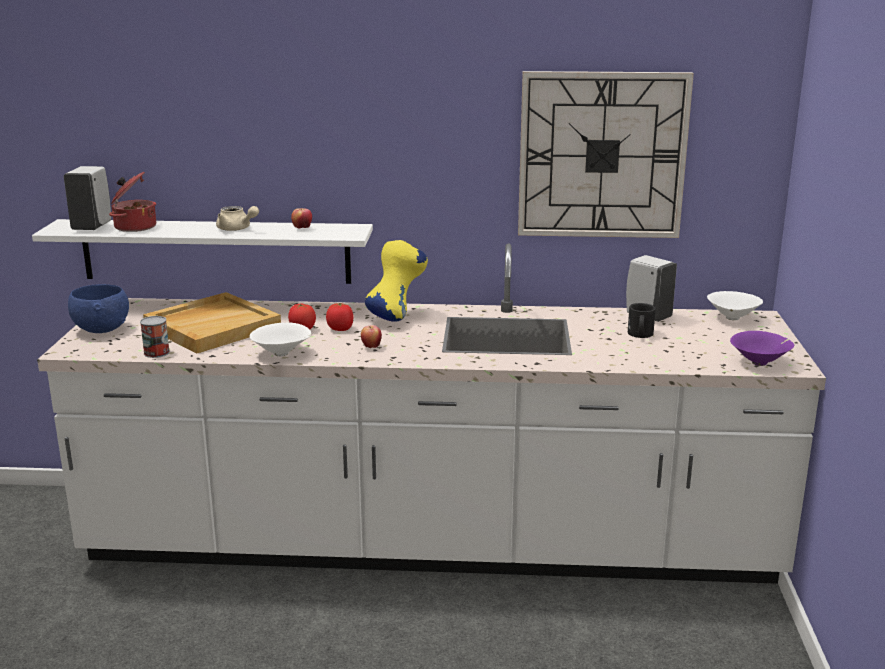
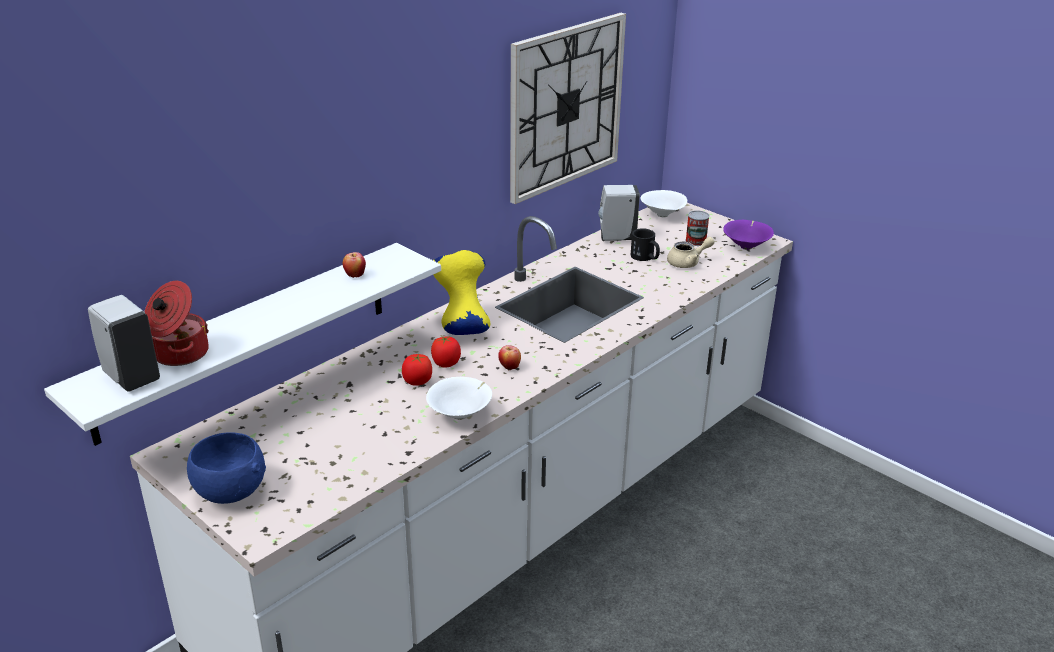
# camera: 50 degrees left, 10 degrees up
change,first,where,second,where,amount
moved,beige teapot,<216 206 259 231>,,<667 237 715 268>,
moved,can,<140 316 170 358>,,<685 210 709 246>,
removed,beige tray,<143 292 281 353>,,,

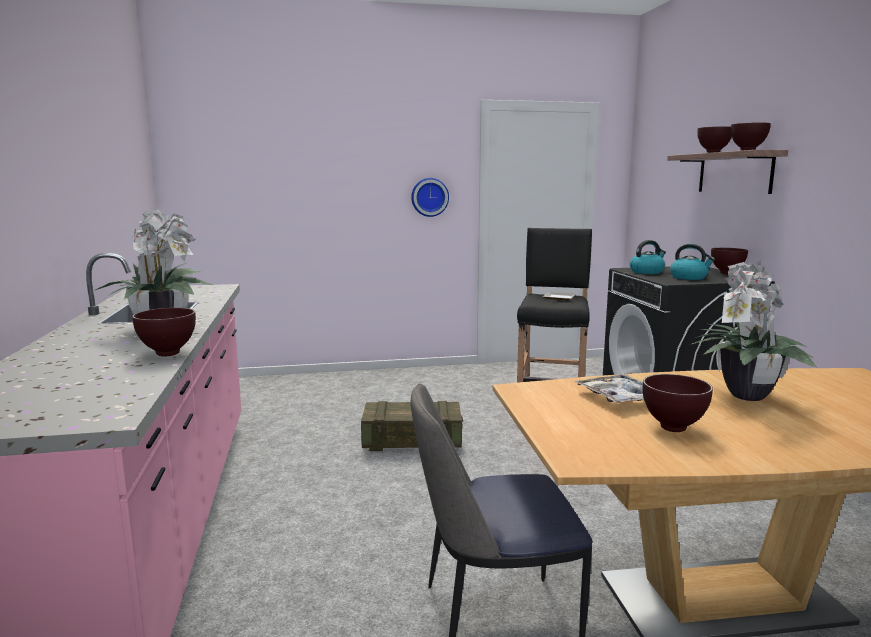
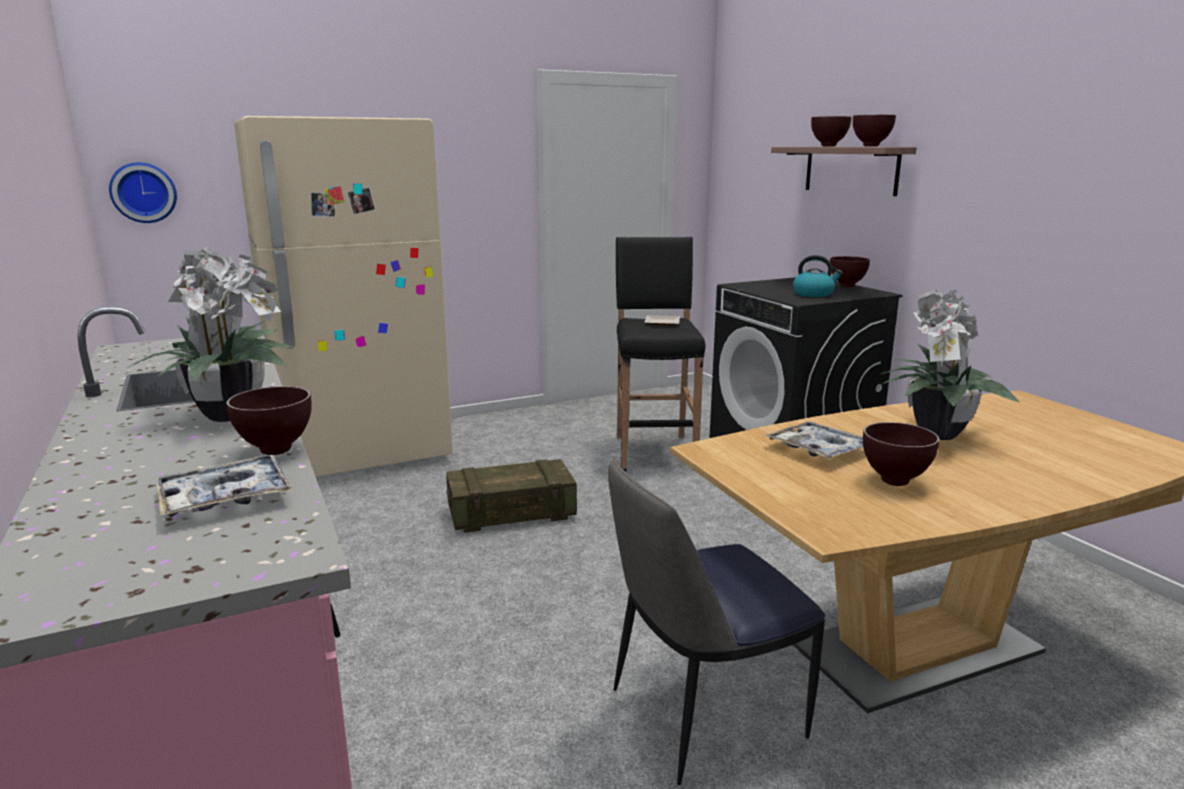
# camera: 15 degrees left, 5 degrees up
change,first,where,second,where,amount
moved,wall clock,<411 178 449 217>,,<109 162 177 223>,
added,,,tray,<156 455 291 517>,
added,,,beige fridge,<234 116 453 477>,
removed,kettle,<630 240 666 274>,,,

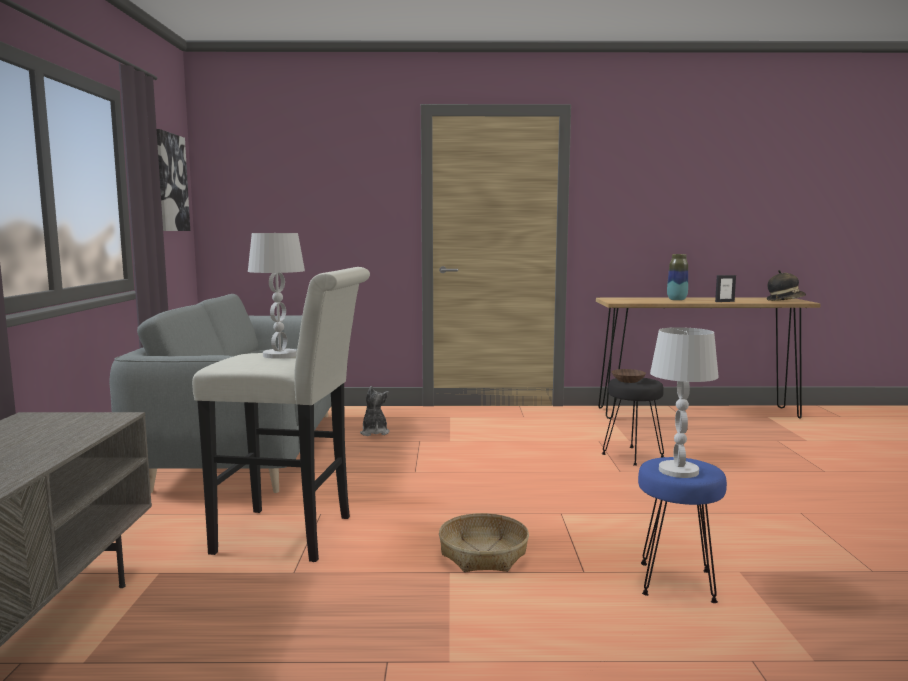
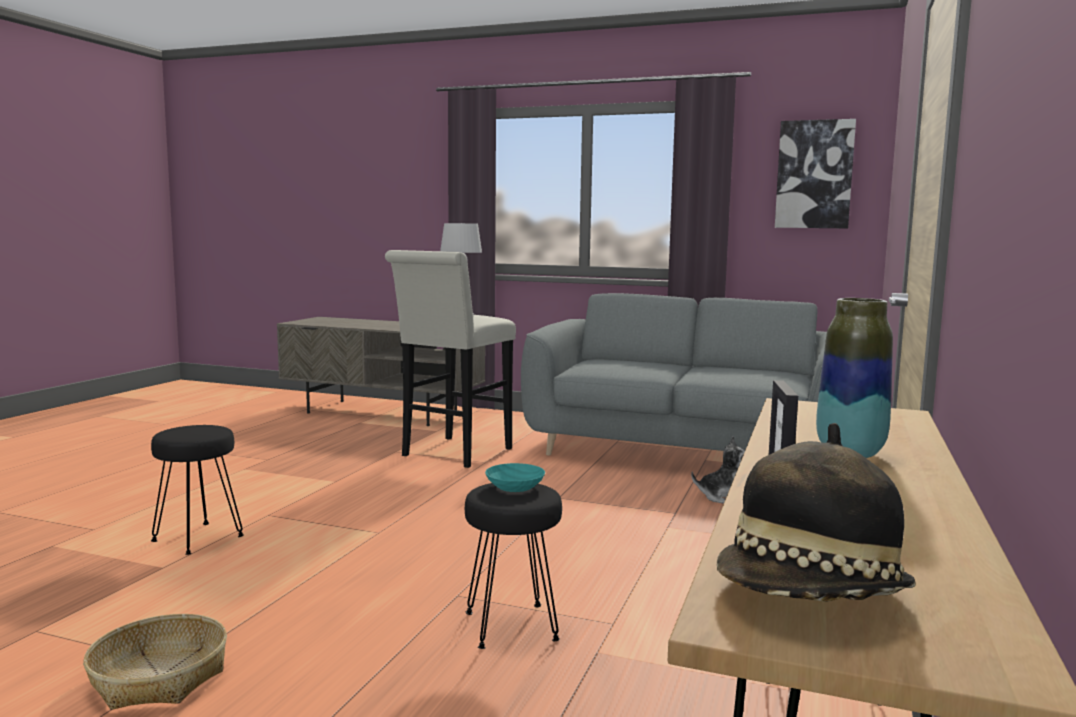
# camera: 110 degrees right, 0 degrees up
change,first,where,second,where,amount
moved,basket,<439 513 529 572>,,<83 614 227 710>,
recoloured,blue stool,<638 457 727 603>,black stool,<151 425 244 555>,
recoloured,brown bowl,<612 369 646 383>,turquoise bowl,<485 463 545 492>,
removed,white table lamp,<650 327 719 478>,,,

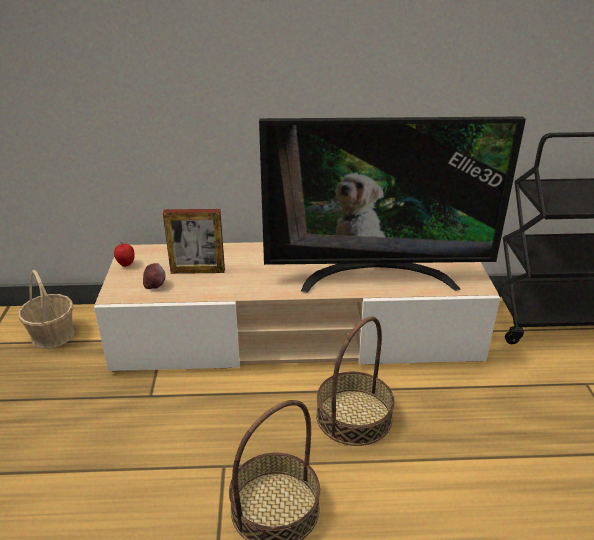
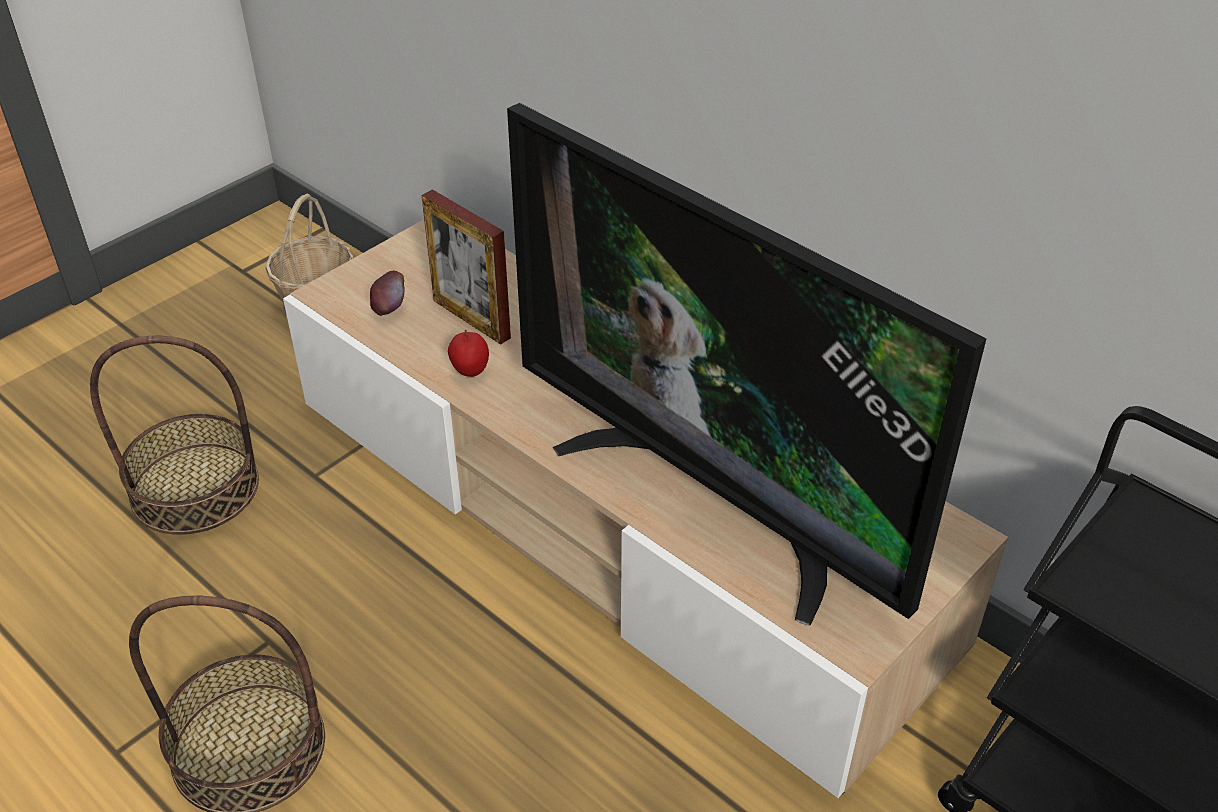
# camera: 45 degrees right, 10 degrees up
change,first,where,second,where,amount
moved,basket,<316 316 394 446>,,<90 336 259 535>,
moved,apple,<114 242 134 267>,,<448 330 489 377>,

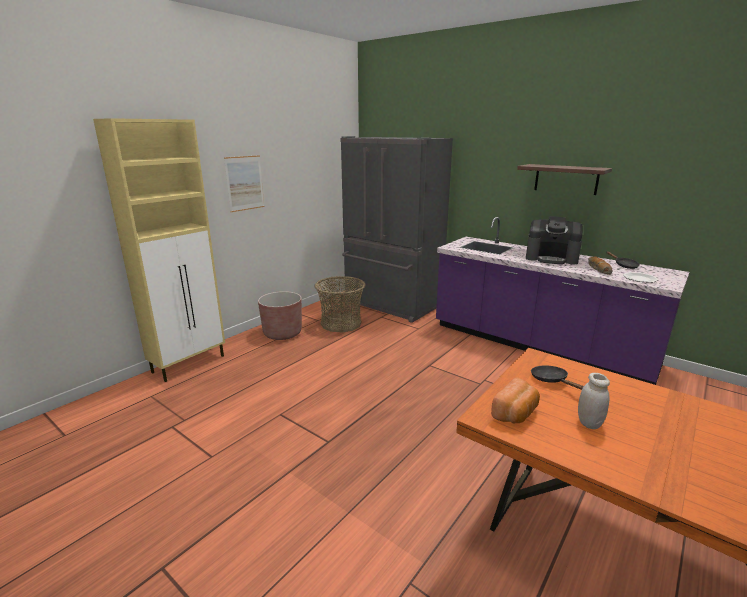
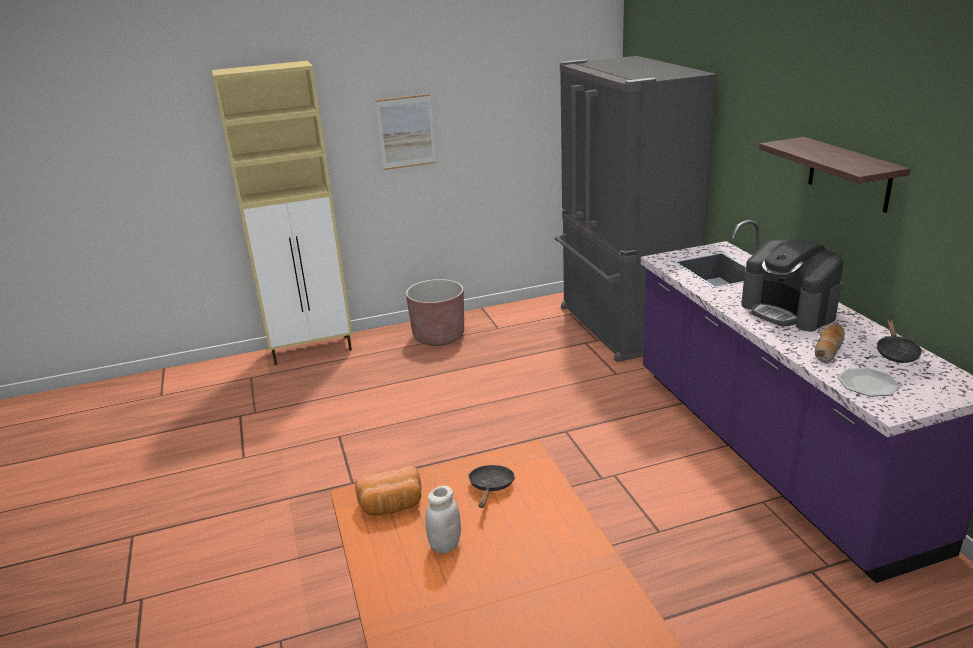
# camera: 35 degrees right, 5 degrees up
change,first,where,second,where,amount
removed,basket,<314 276 366 332>,,,

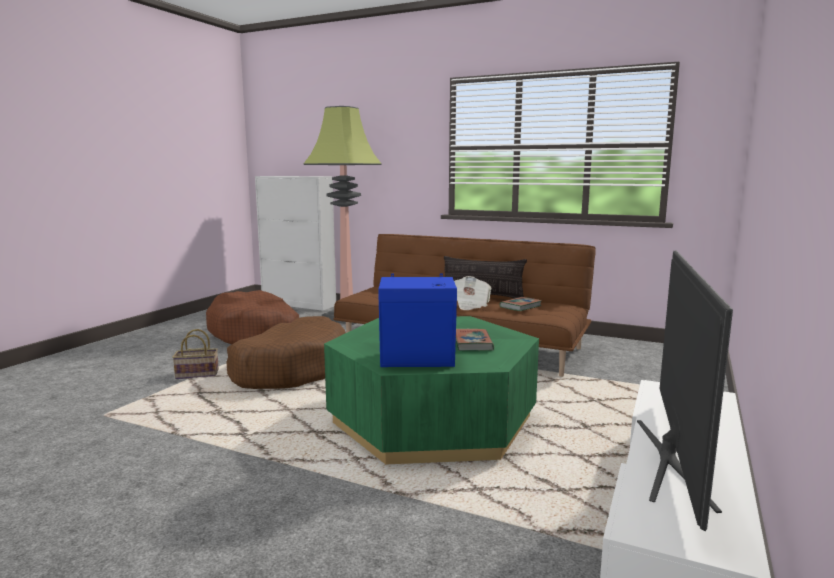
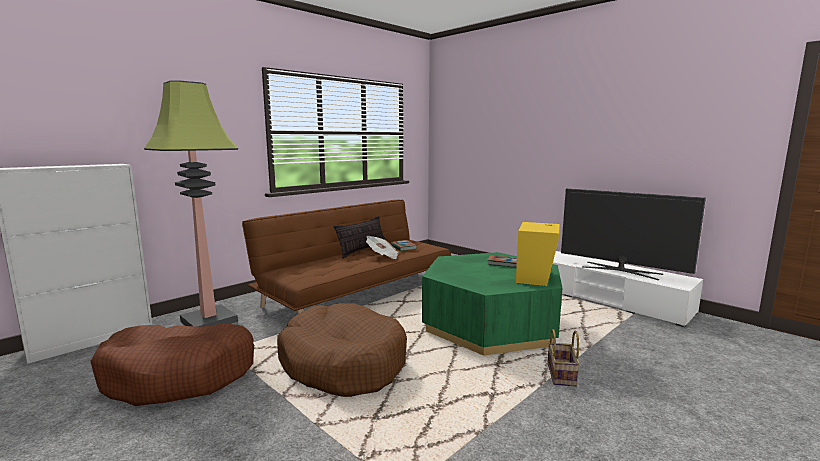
# camera: 70 degrees left, 0 degrees up
change,first,where,second,where,amount
recoloured,blue speaker,<378 273 457 367>,yellow speaker,<516 222 560 286>,
moved,basket,<172 329 219 379>,,<547 329 580 387>,

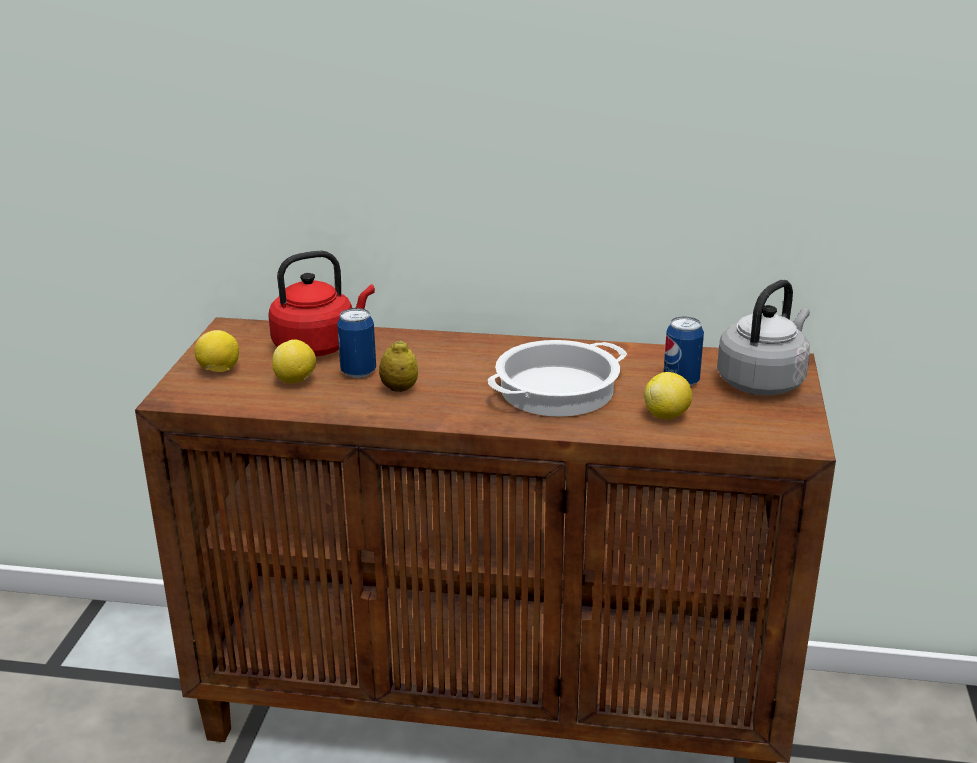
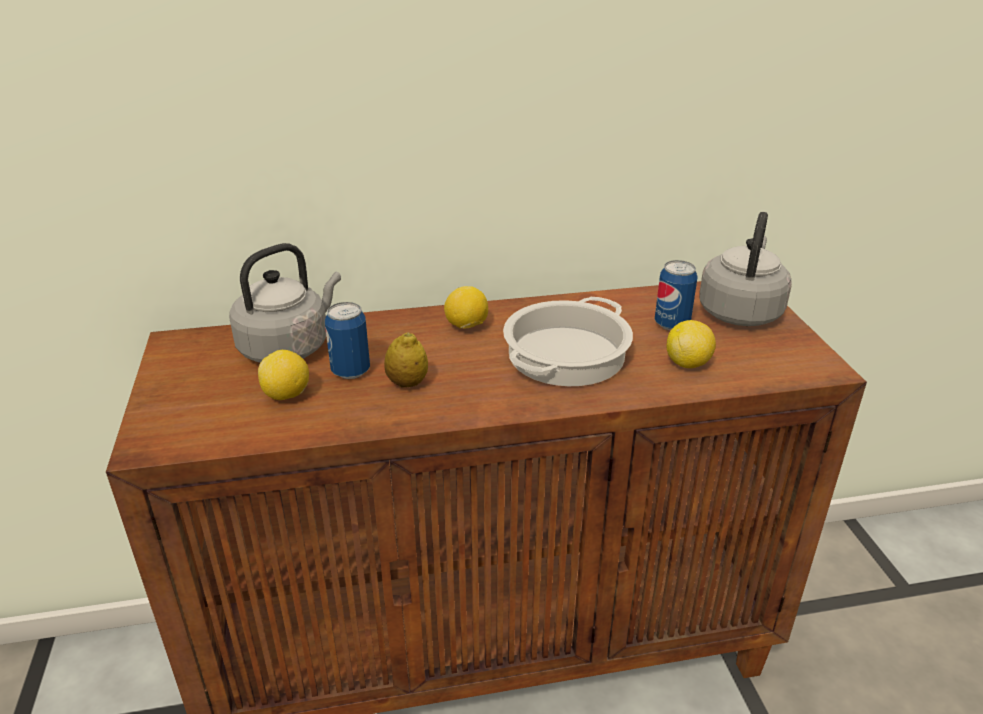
# camera: 20 degrees left, 5 degrees up
change,first,where,second,where,amount
recoloured,red kettle,<268 251 375 357>,grey kettle,<229 243 341 363>,
moved,lemon,<194 330 239 372>,,<444 286 488 329>,

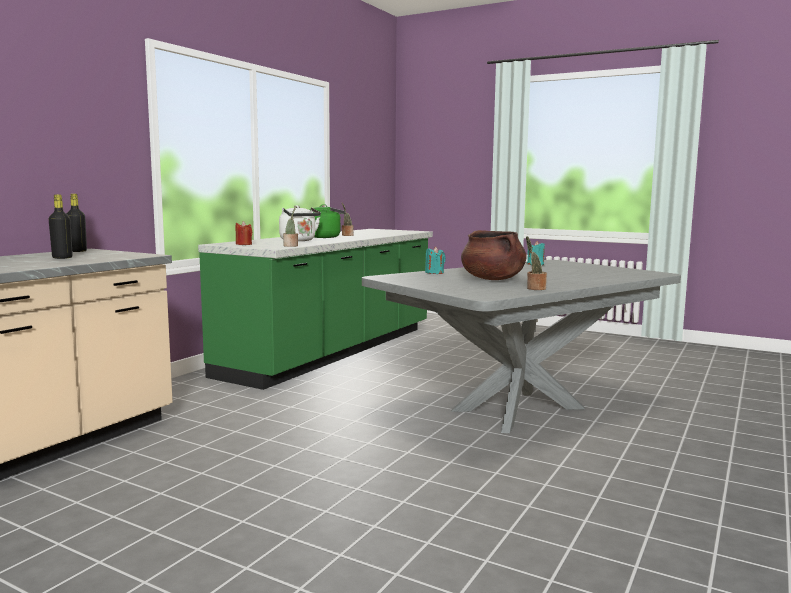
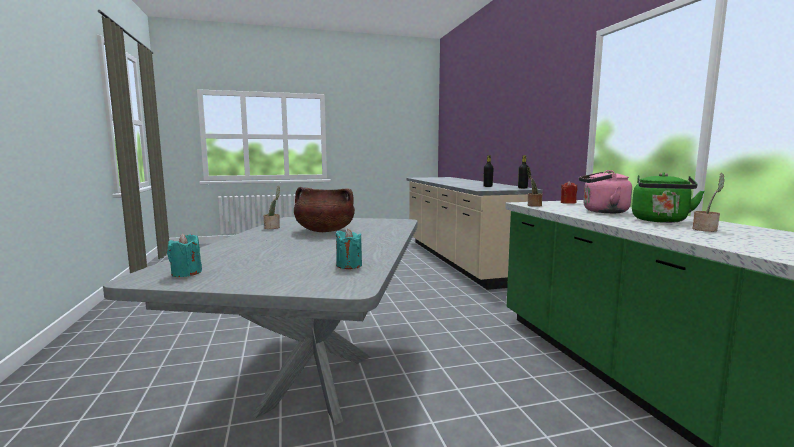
# camera: 135 degrees right, 0 degrees up
change,first,where,second,where,amount
moved,turquoise candle,<425 246 446 274>,,<167 233 202 277>,
recoloured,white kettle,<279 205 321 241>,pink kettle,<579 170 632 213>,

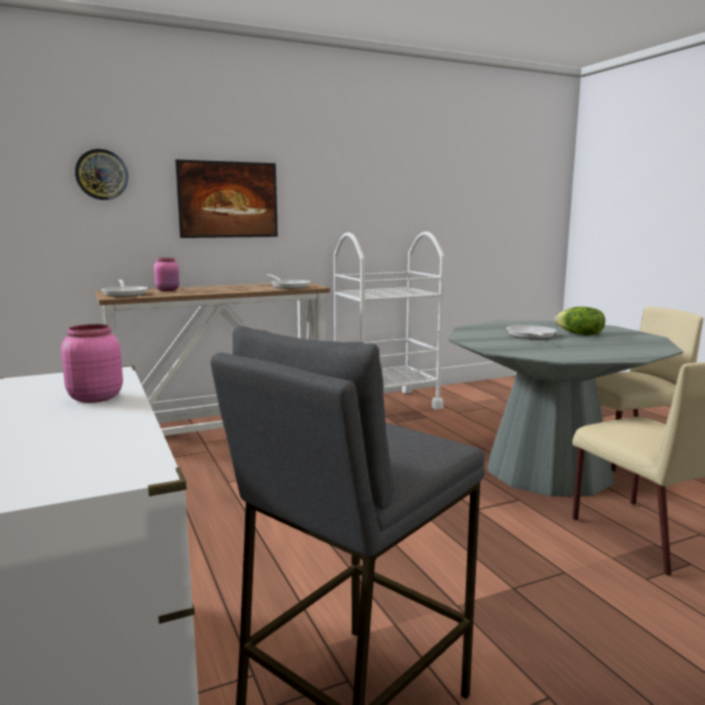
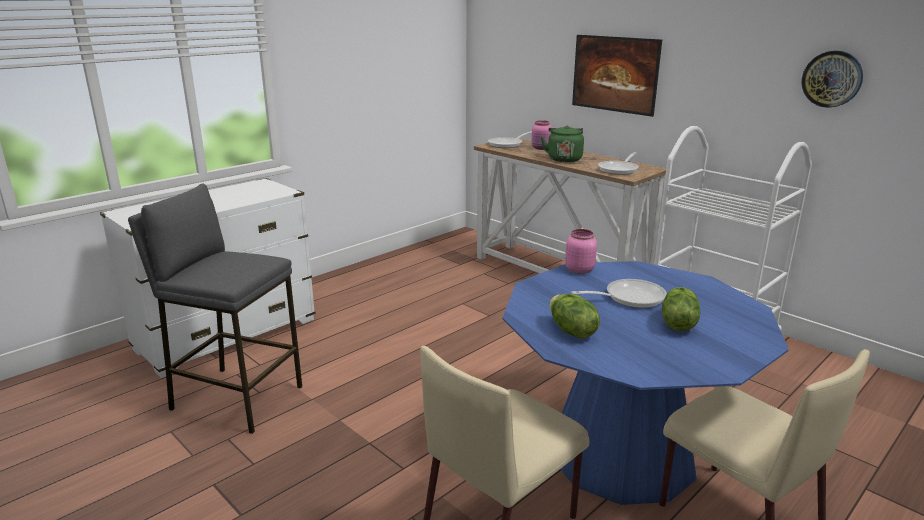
# camera: 70 degrees right, 10 degrees up
change,first,where,second,where,amount
recoloured,grey dining table,<448 320 684 496>,blue dining table,<502 261 789 505>,
added,,,green kettle,<541 125 584 162>,
added,,,lettuce,<549 294 600 339>,
moved,pink jar,<61 324 123 403>,,<565 229 597 274>,
moved,wall clock,<75 149 128 200>,,<802 50 863 108>,

